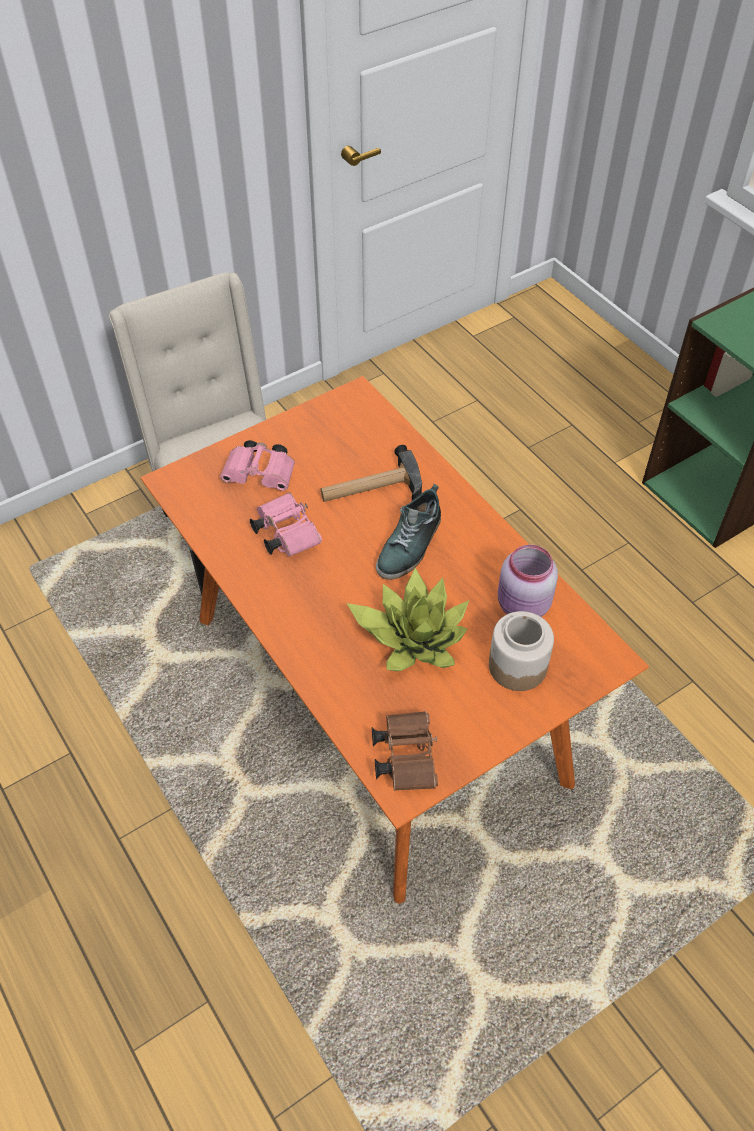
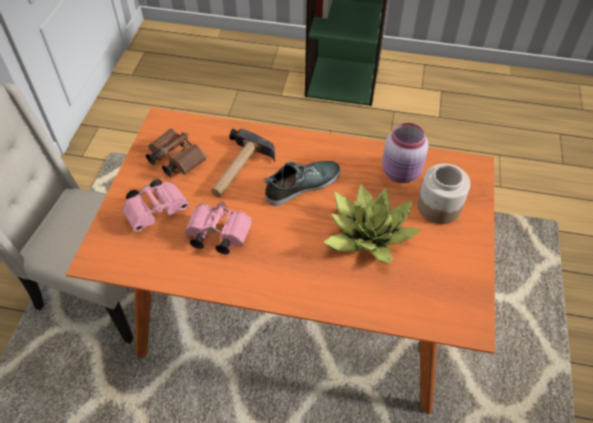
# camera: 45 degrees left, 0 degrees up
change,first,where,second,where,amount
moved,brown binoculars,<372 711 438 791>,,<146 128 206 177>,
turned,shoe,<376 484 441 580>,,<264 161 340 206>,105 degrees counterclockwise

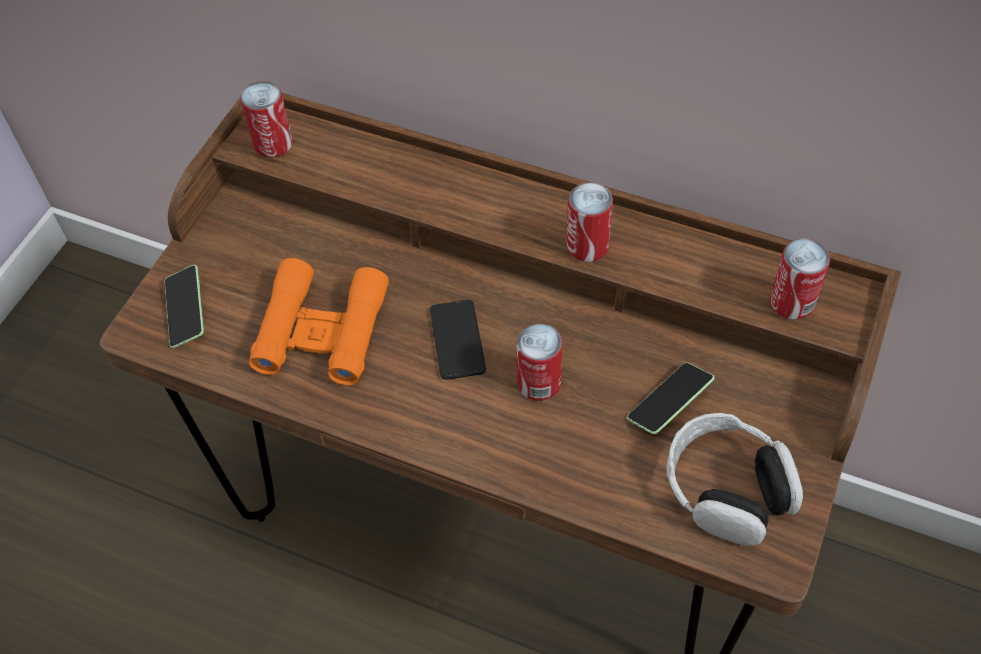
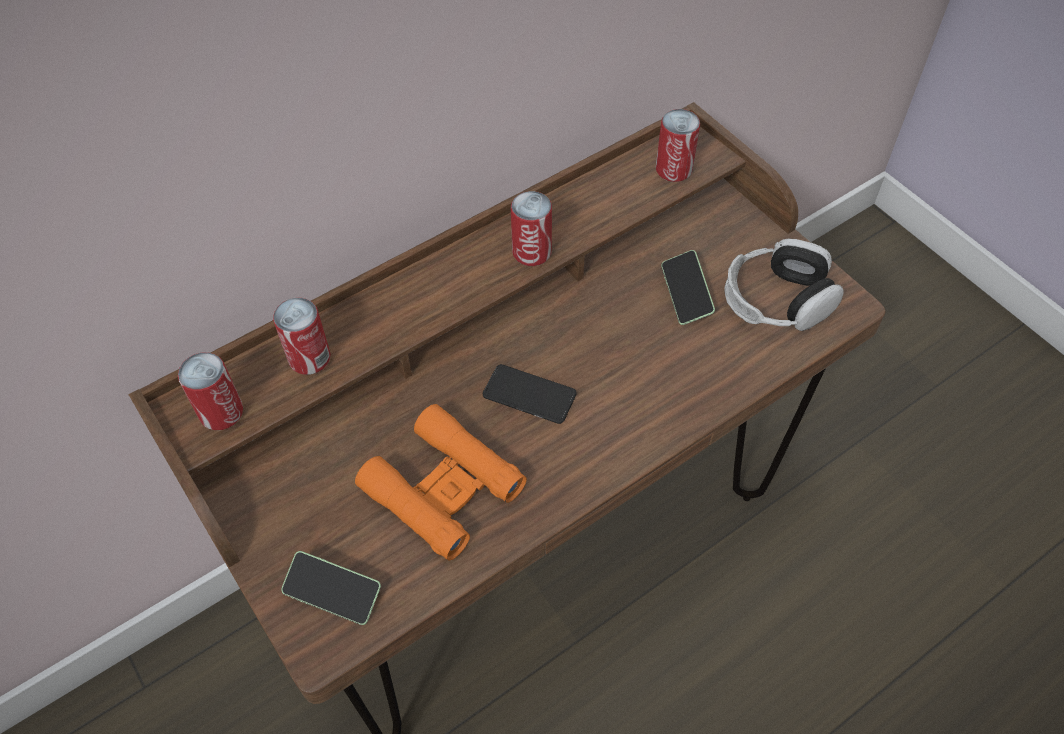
# camera: 60 degrees left, 0 degrees up
change,first,where,second,where,amount
moved,can,<516 324 563 401>,,<273 298 331 375>,

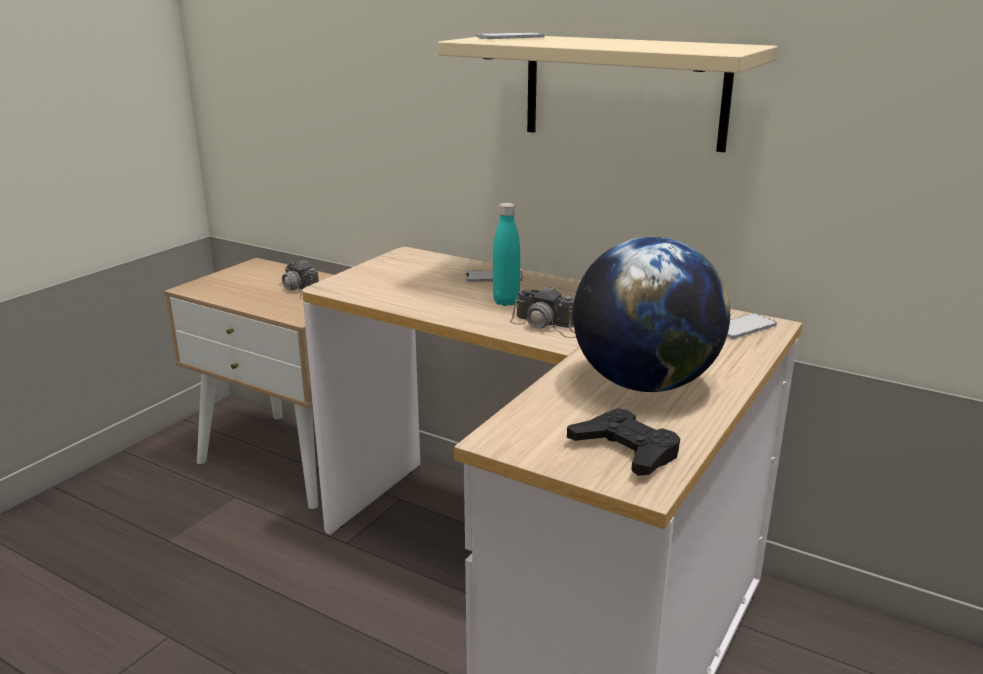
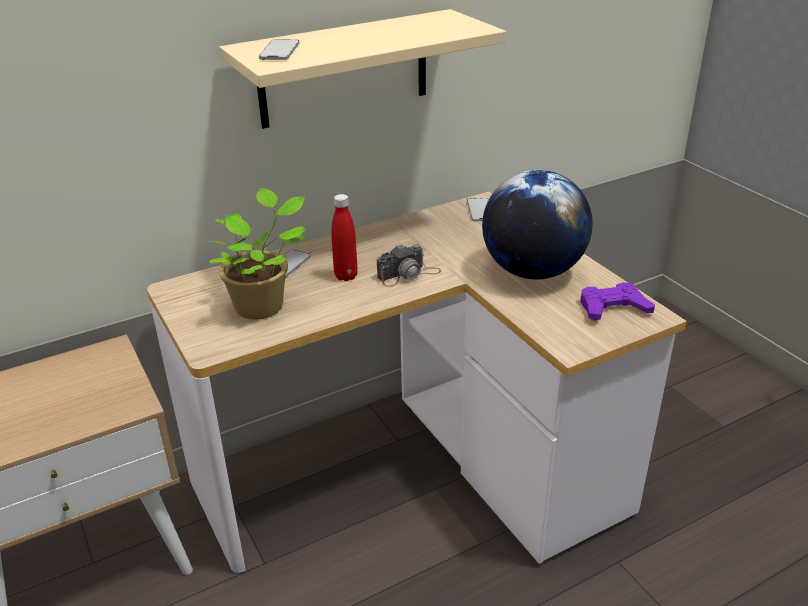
# camera: 60 degrees left, 10 degrees up
change,first,where,second,where,amount
added,,,potted plant,<209 188 307 320>,
recoloured,turquoise bottle,<493 203 520 306>,red bottle,<331 194 358 281>,
recoloured,black game controller,<567 408 680 476>,purple game controller,<580 282 655 321>,
removed,photo camera,<279 260 319 299>,,,

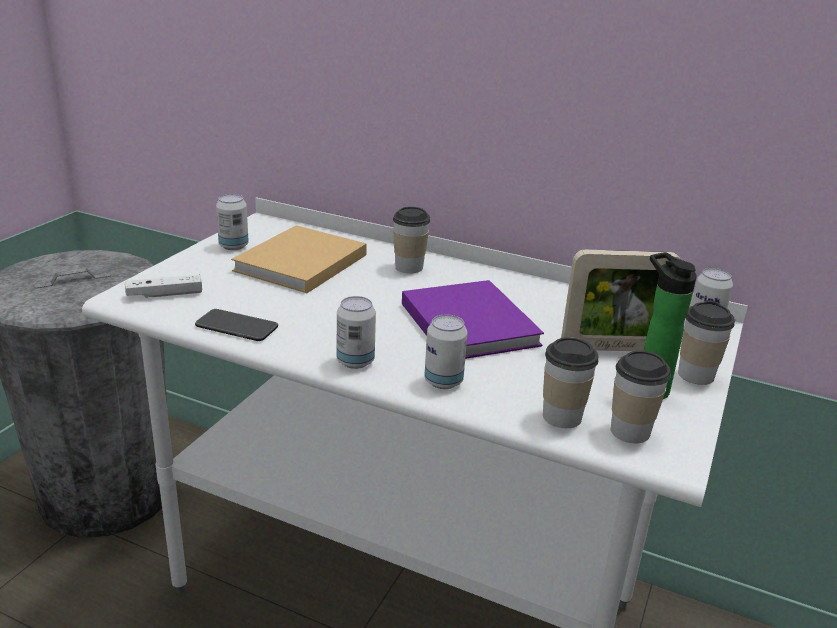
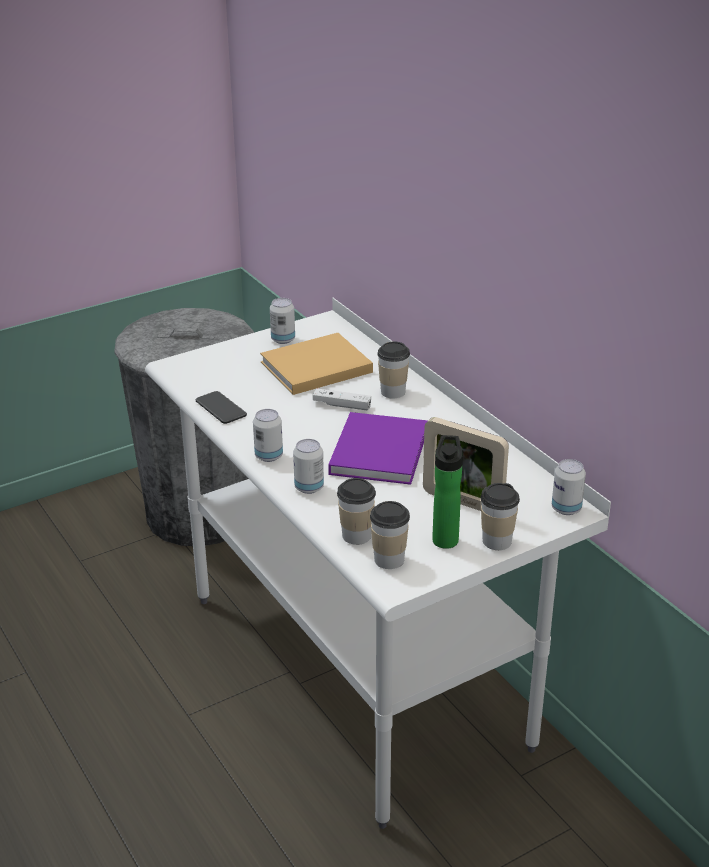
# camera: 35 degrees right, 5 degrees up
change,first,where,second,where,amount
moved,white game controller,<125 275 202 298>,,<313 388 371 410>,

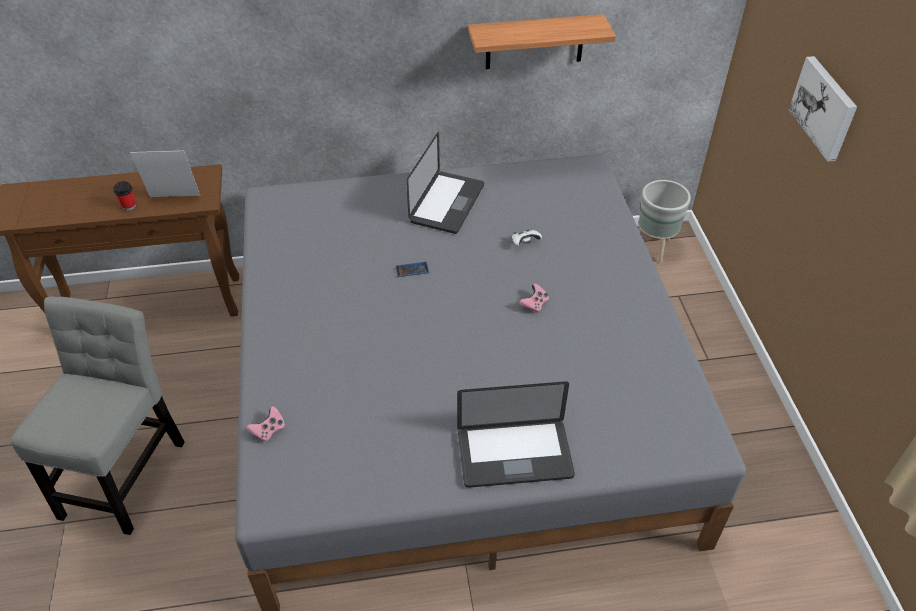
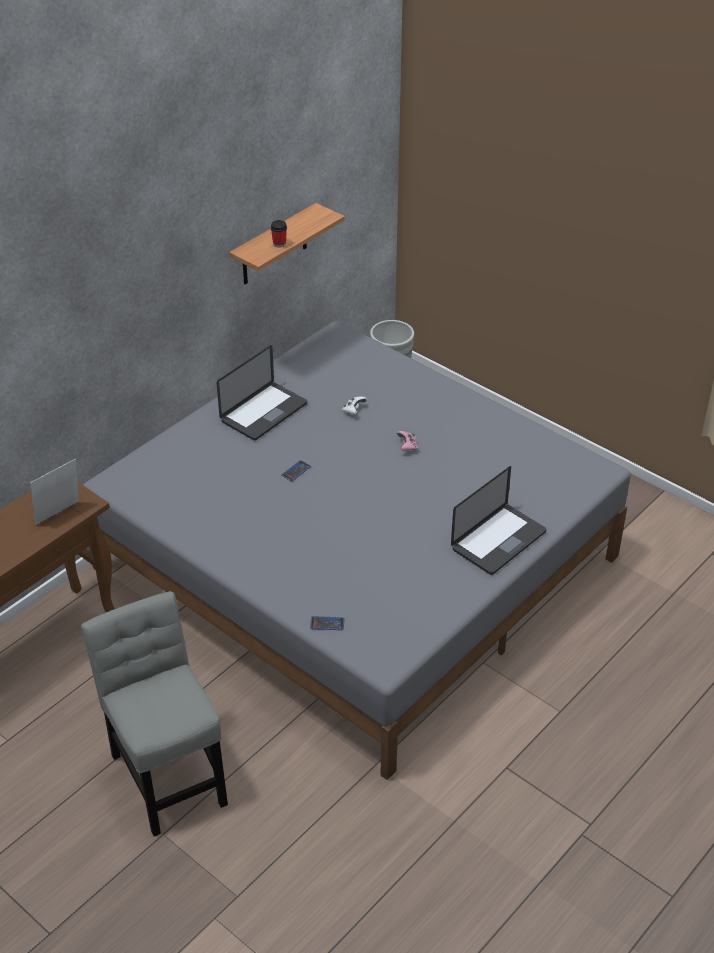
# camera: 40 degrees left, 5 degrees down
change,first,where,second,where,amount
turned,laptop,<406 132 484 234>,,<217 345 307 441>,60 degrees clockwise
moved,cup,<113 181 136 211>,,<270 220 287 248>,
replaced,pink game controller,<246 406 285 441>,phone,<310 616 345 630>,
removed,picture,<789 56 857 162>,,,

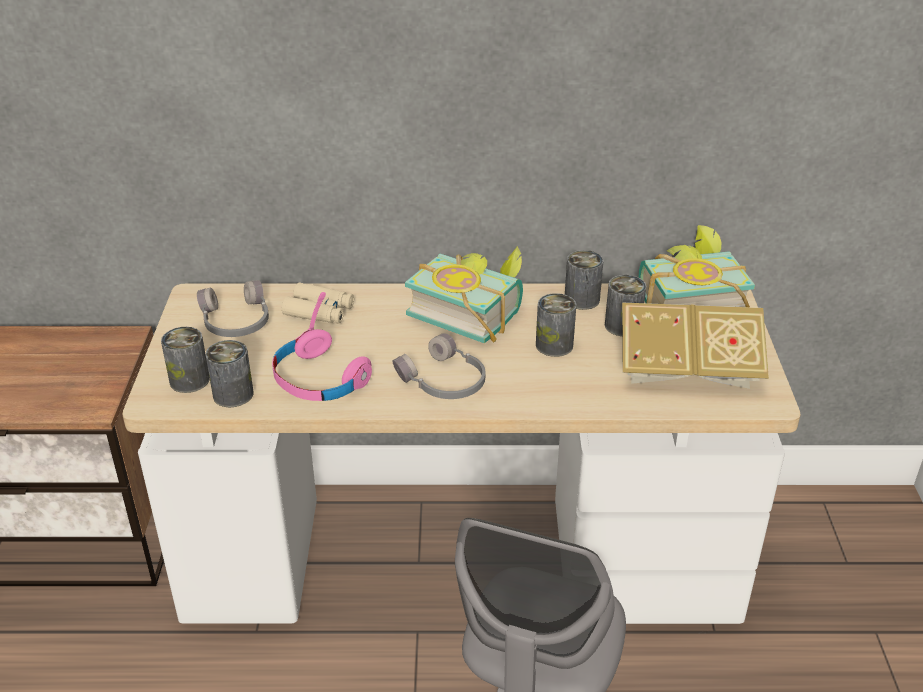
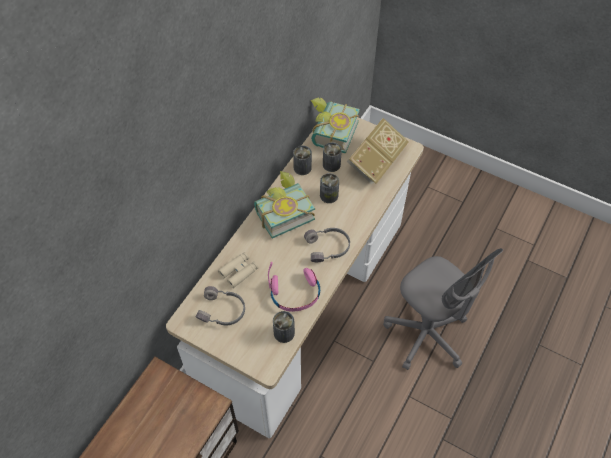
# camera: 60 degrees left, 20 degrees up
change,first,where,second,where,amount
removed,can,<161 327 210 393>,,,

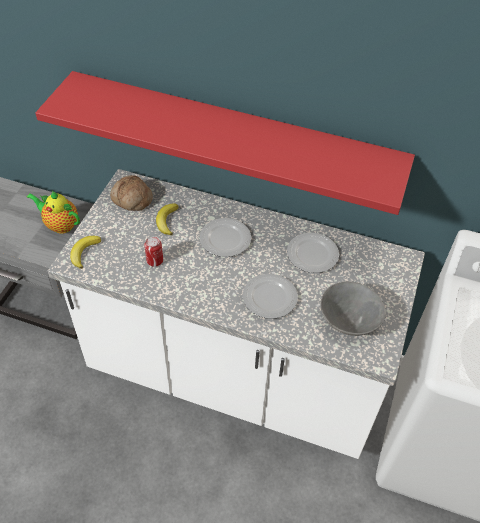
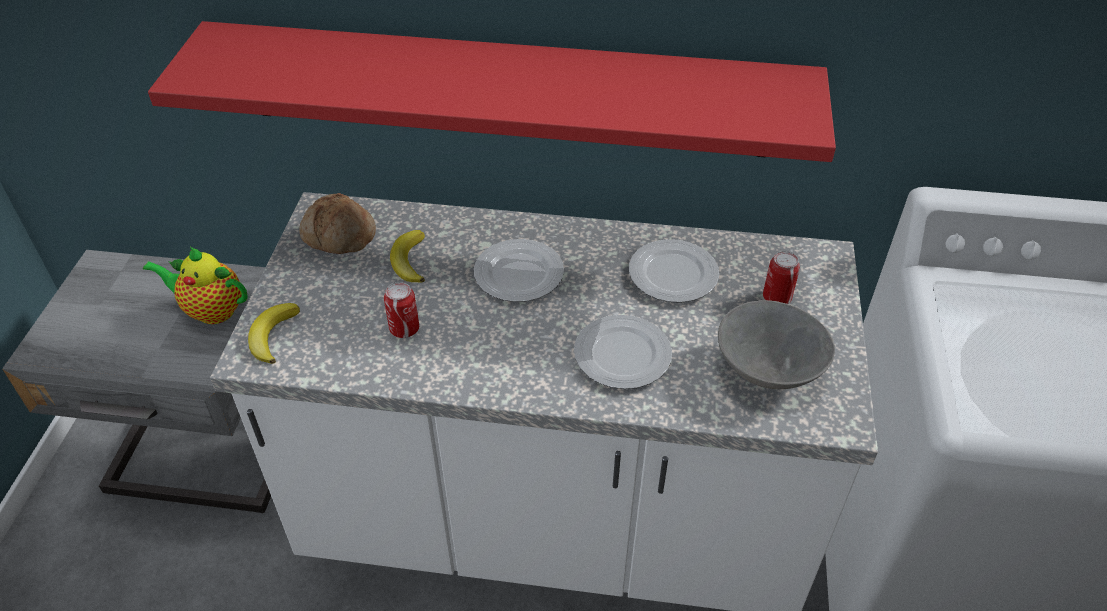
# camera: 10 degrees left, 5 degrees down
change,first,where,second,where,amount
added,,,can,<763 251 800 304>,

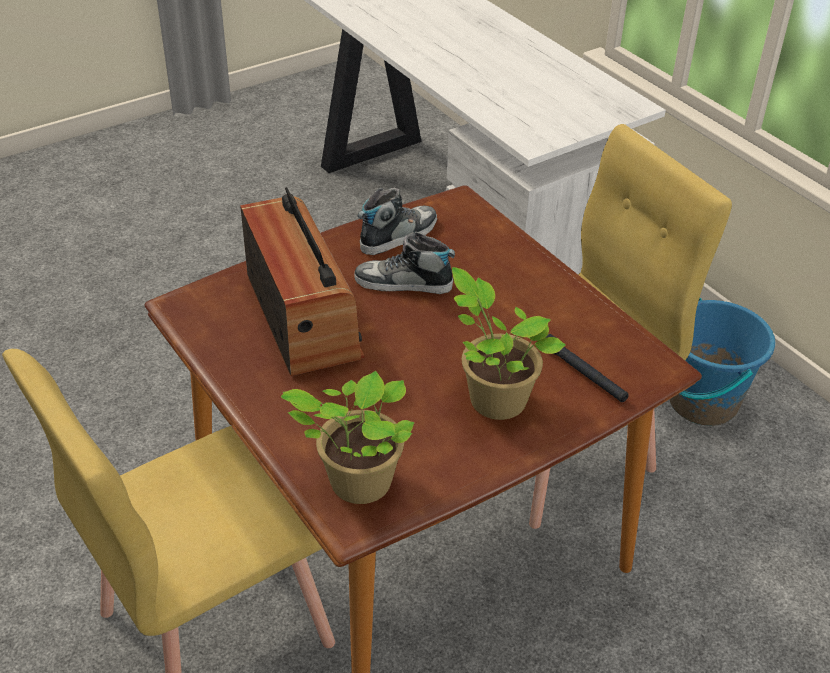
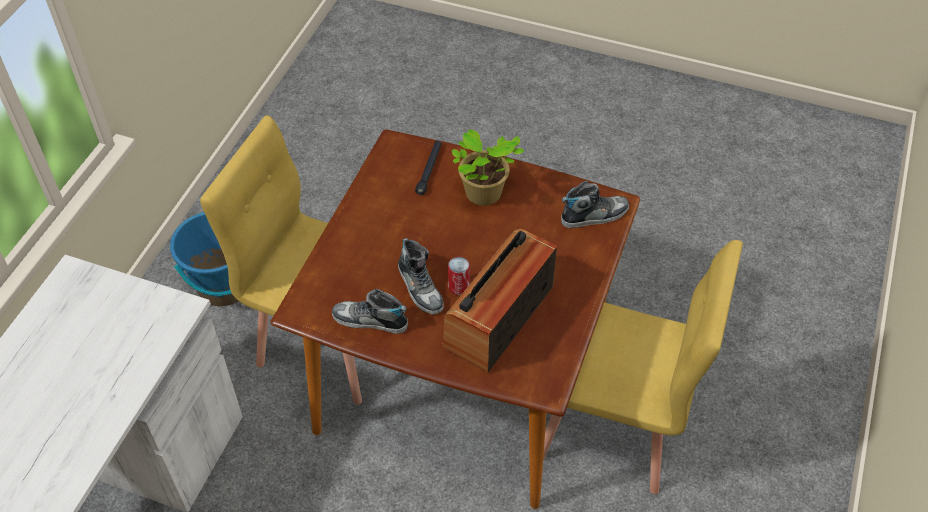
# camera: 125 degrees left, 10 degrees up
change,first,where,second,where,amount
added,,,can,<448 257 470 295>,
replaced,potted plant,<281 371 414 504>,shoe,<561 181 629 228>,

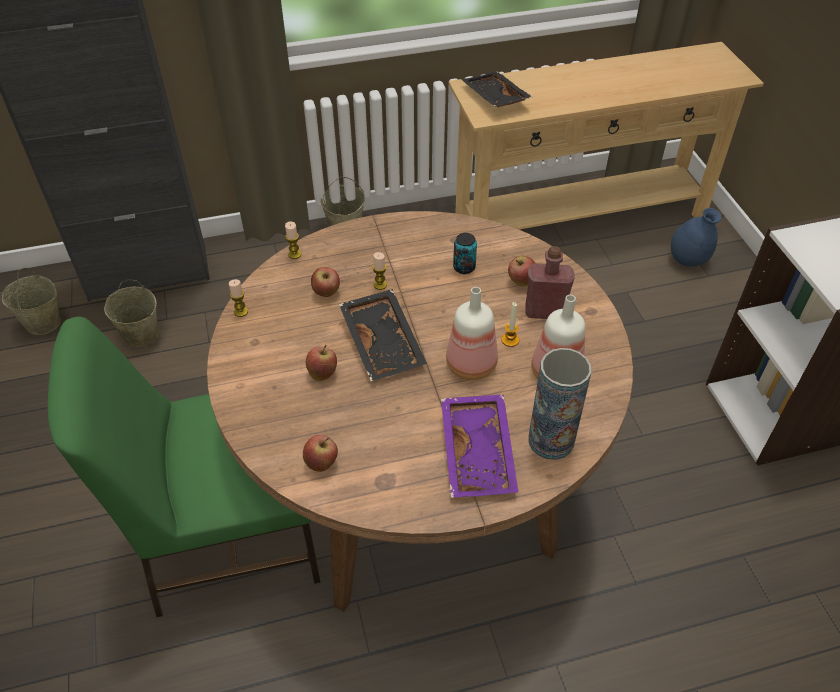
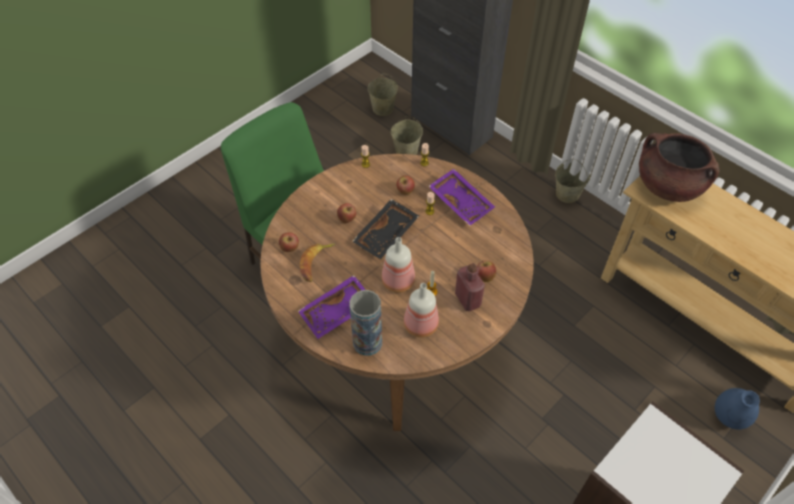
# camera: 60 degrees right, 5 degrees up
change,first,where,second,where,amount
added,,,banana,<300 244 335 282>,
added,,,purple tray,<429 169 495 226>,
replaced,black tray,<461 71 532 107>,brown cooking pot,<639 133 719 202>,
removed,can,<453 233 477 274>,,,

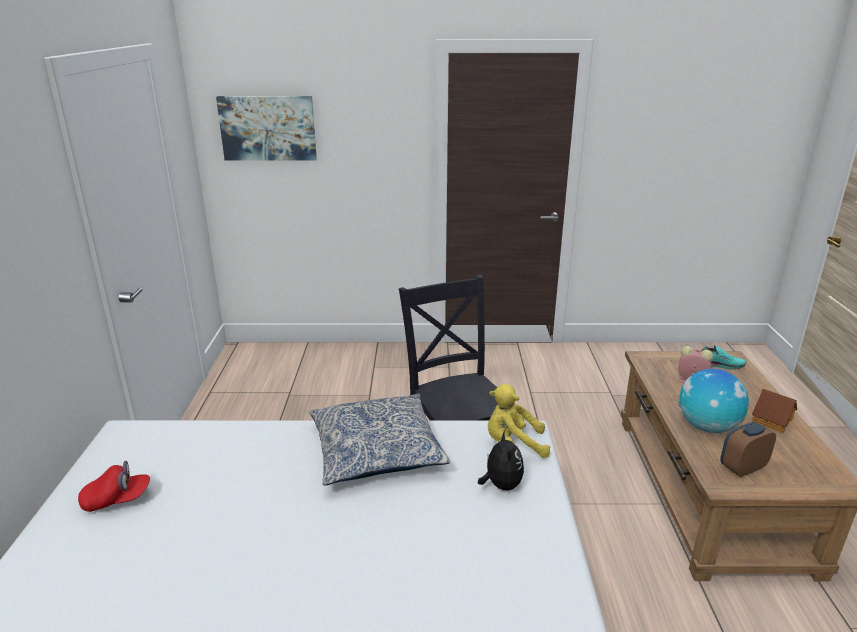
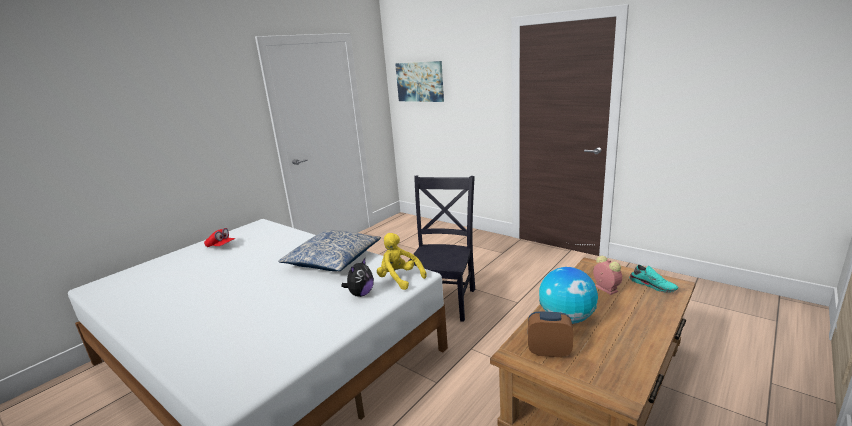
# camera: 40 degrees right, 5 degrees down
change,first,where,second,where,amount
removed,toy house,<752 389 797 433>,,,

